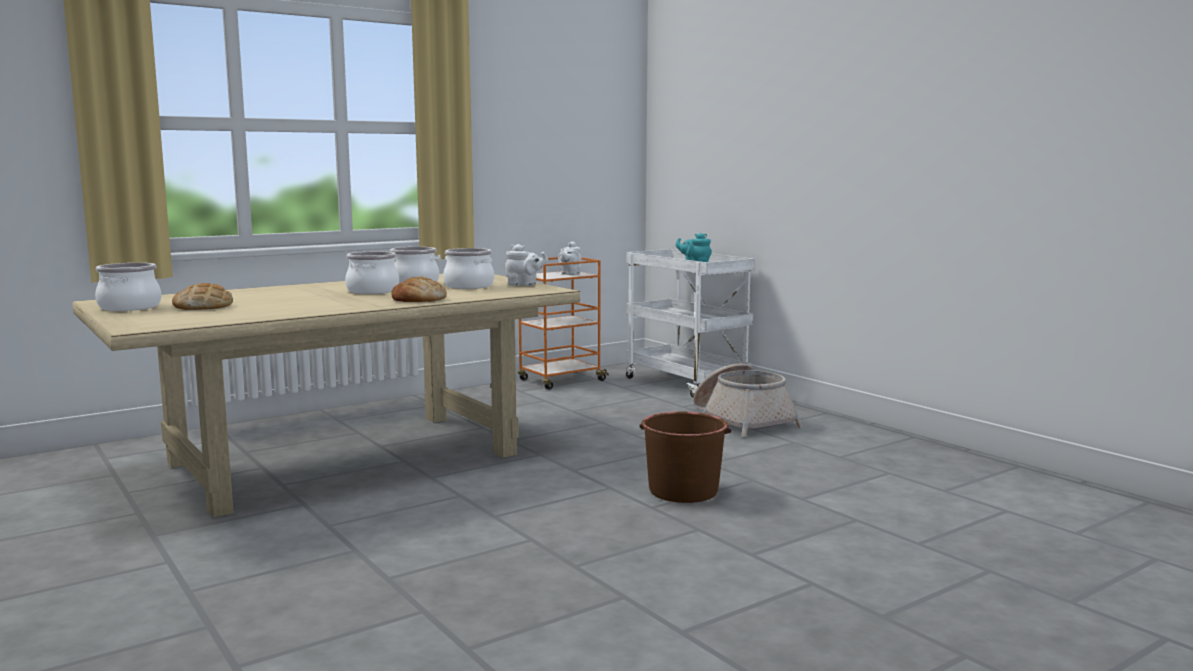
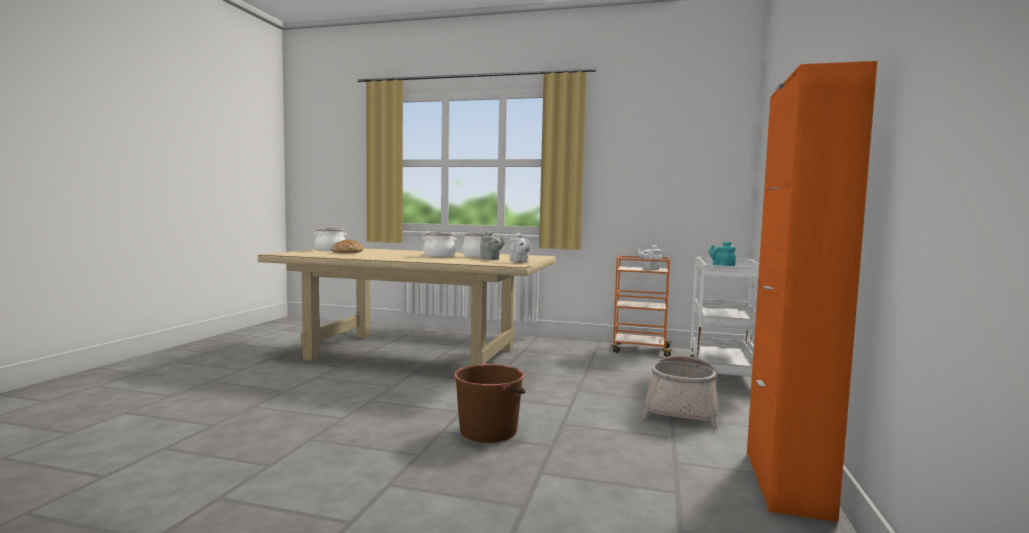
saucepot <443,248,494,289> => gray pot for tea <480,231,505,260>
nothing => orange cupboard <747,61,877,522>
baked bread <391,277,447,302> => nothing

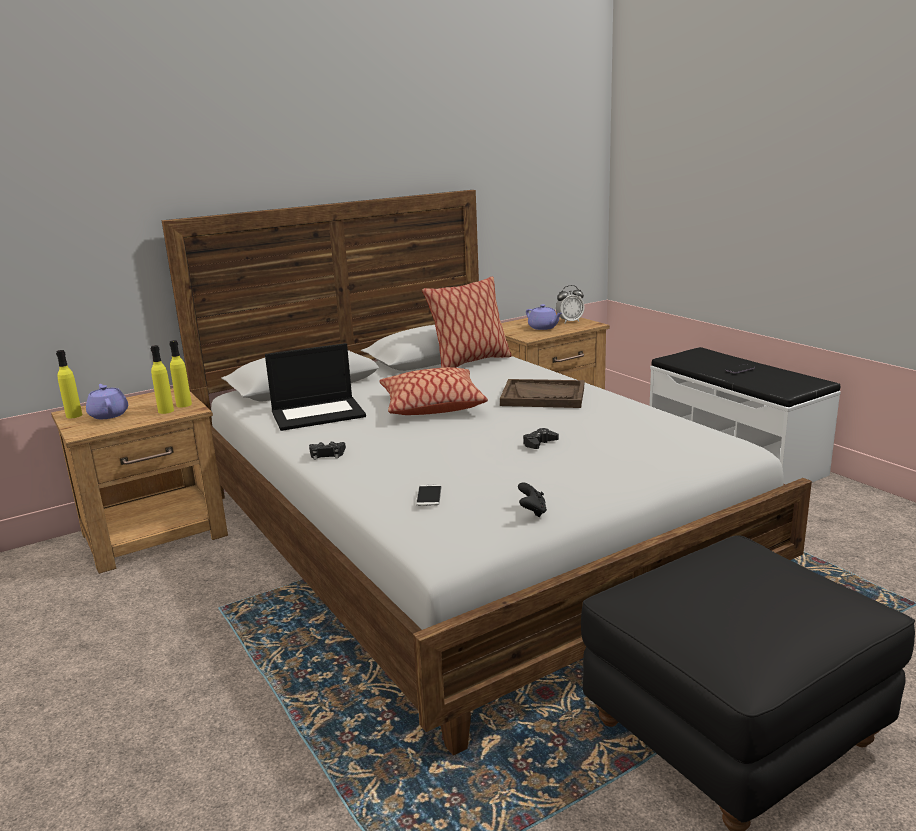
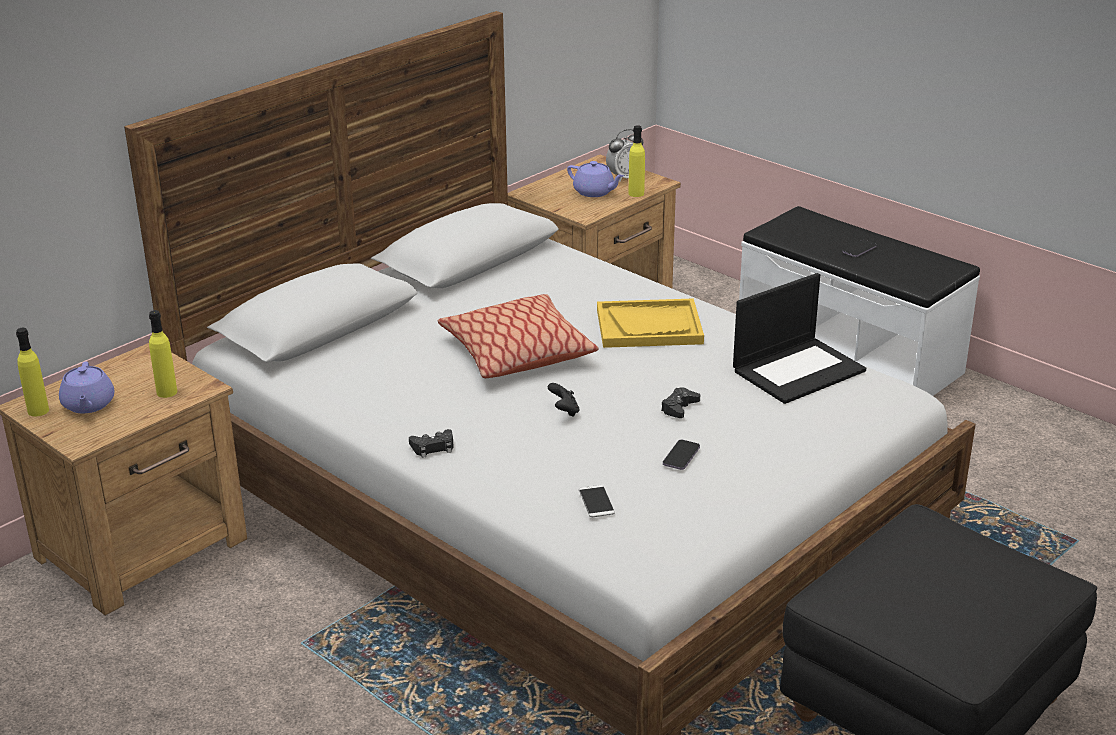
purple pot for tea <86,384,128,419> => purple pot for tea <59,362,114,413>, 150 degrees counterclockwise
black game controller <518,482,547,517> => black game controller <548,383,580,417>, relocated
brown serving tray <500,379,584,408> => yellow serving tray <597,299,704,348>
yellow bottle <169,340,192,408> => yellow bottle <628,125,645,197>, relocated
nothing => telephone <663,440,700,470>
portable computer <265,343,366,431> => portable computer <733,273,866,404>, relocated
cushion <422,277,512,368> => nothing

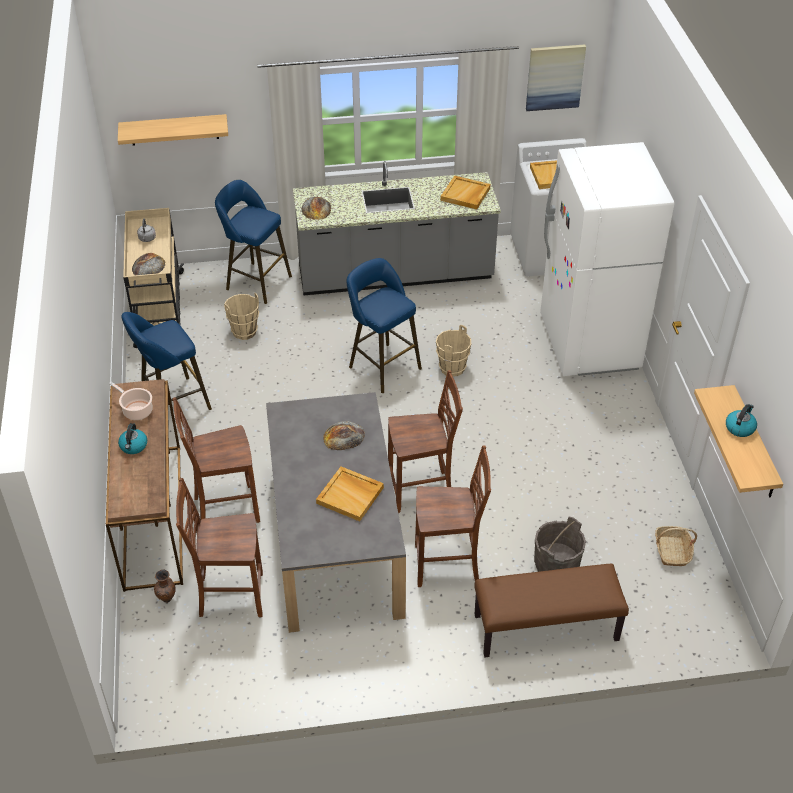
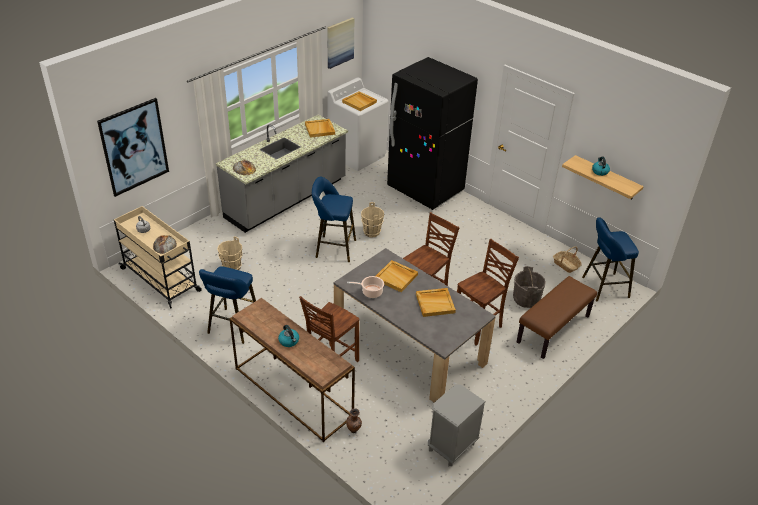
bracket shelf <118,114,228,146> => wall picture <97,98,169,197>
saucepot <109,382,153,420> => saucepot <347,276,384,298>, relocated
baked bread <323,421,365,450> => beige-coloured serving tray <376,260,418,292>
white refrigerator <540,142,674,376> => black refrigerator <387,57,478,210>
nothing => gray bedside table <428,385,486,466>
blue-coloured sitting stool <215,180,292,304> => blue-coloured sitting stool <582,217,639,302>, relocated
brown plain chair <176,478,263,617> => nothing

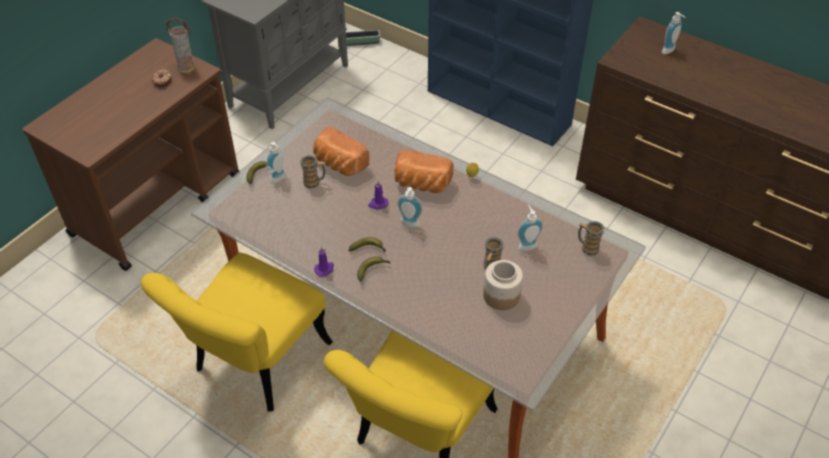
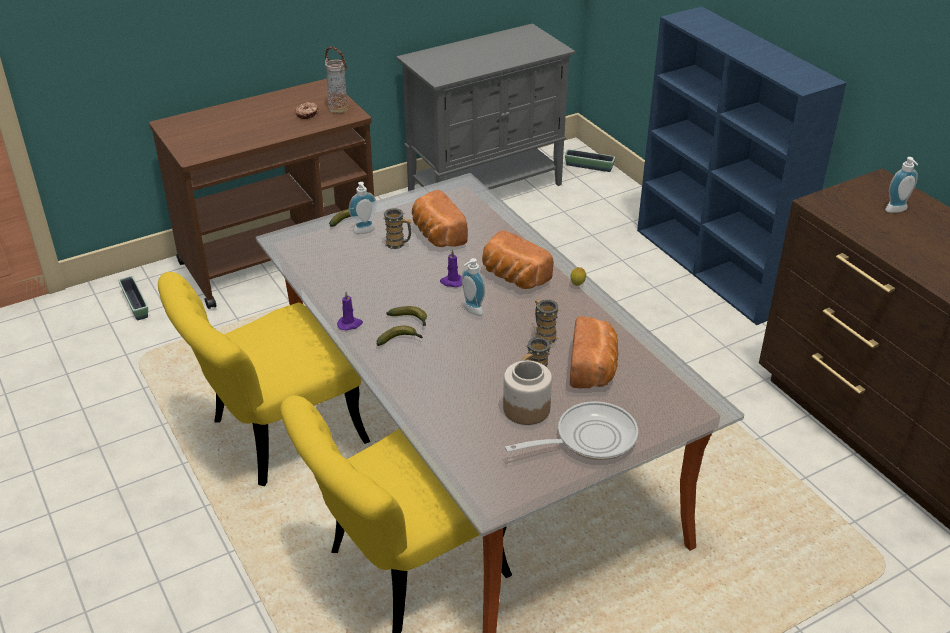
nothing => plant pot <118,276,148,320>
nothing => skillet <505,401,638,461>
mug <578,221,604,256> => mug <534,300,560,344>, relocated
soap dispenser <517,205,543,251> => baked bread <570,316,619,388>

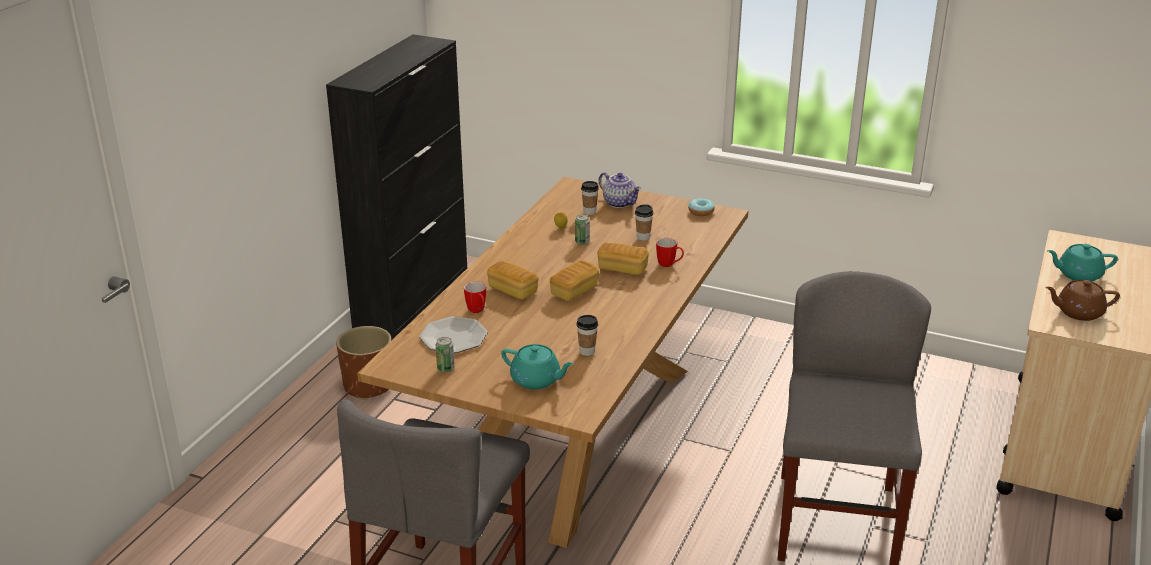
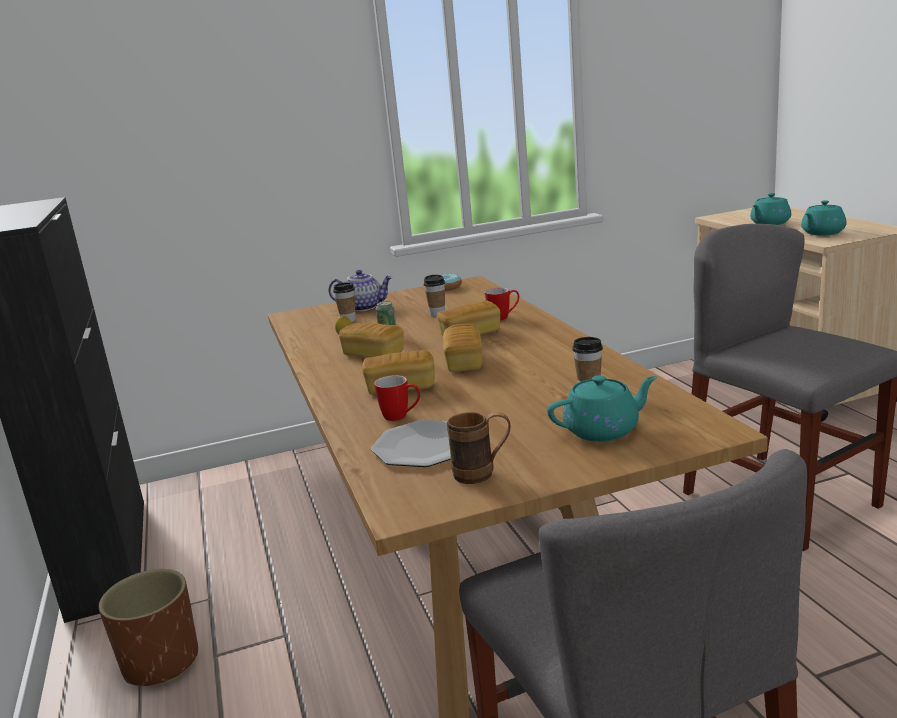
nothing => baked bread <339,323,404,357>
metal can <436,337,455,372> => brown mug <447,412,510,484>
brown pot for tea <1045,280,1120,321> => blue-green pot for tea <801,200,847,235>

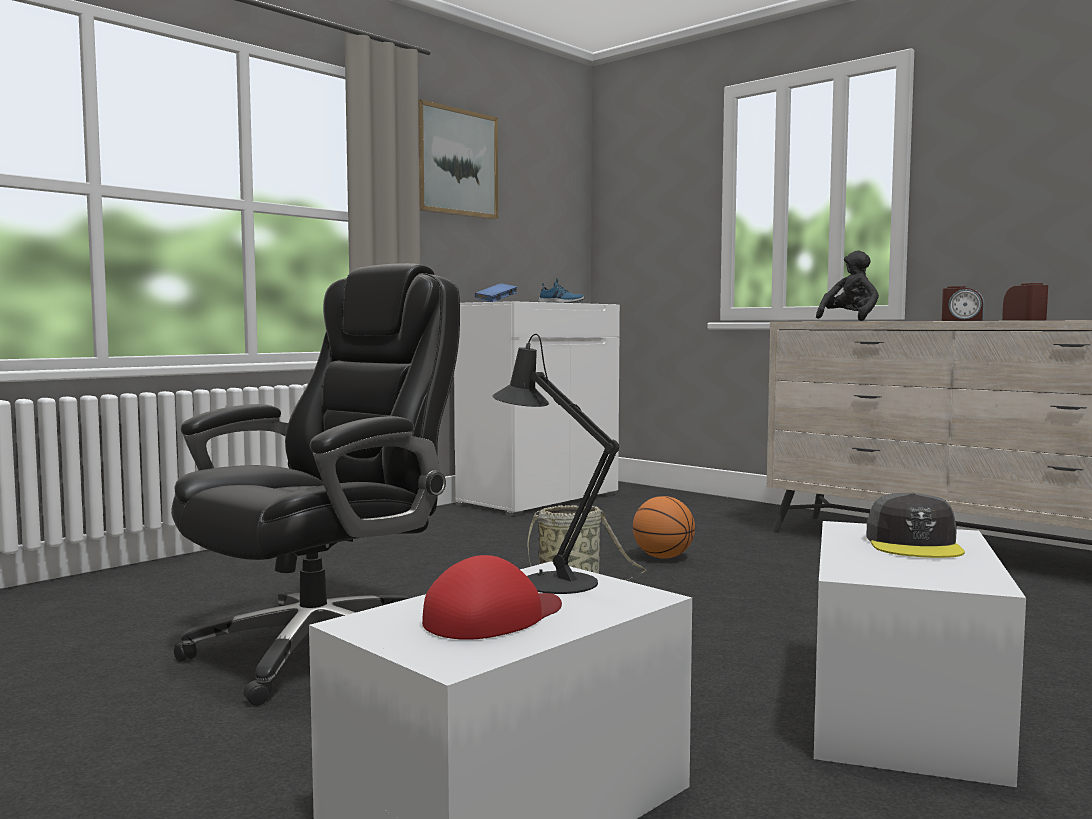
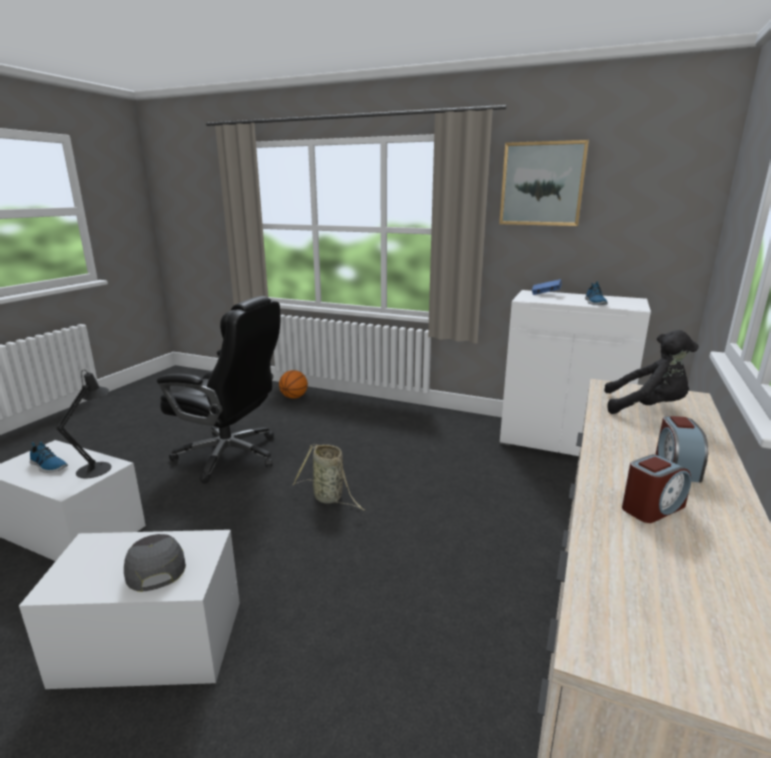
reddish cap <422,555,562,640> => shoe <30,441,68,473>
gray cap <866,492,965,558> => gray cap <124,534,186,592>, 75 degrees clockwise
ball for basketball <633,496,695,559> => ball for basketball <279,370,308,399>, relocated

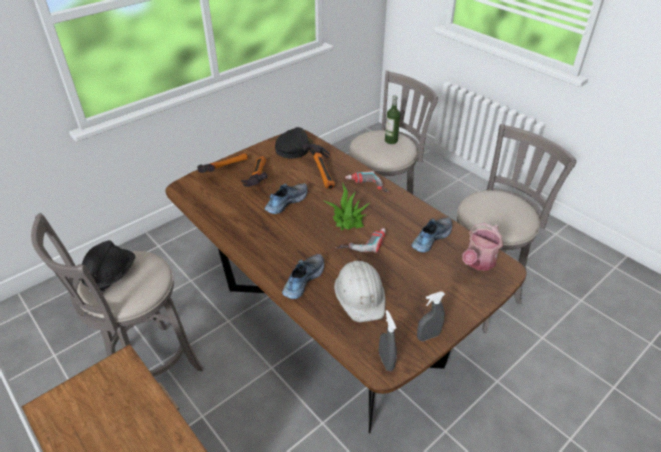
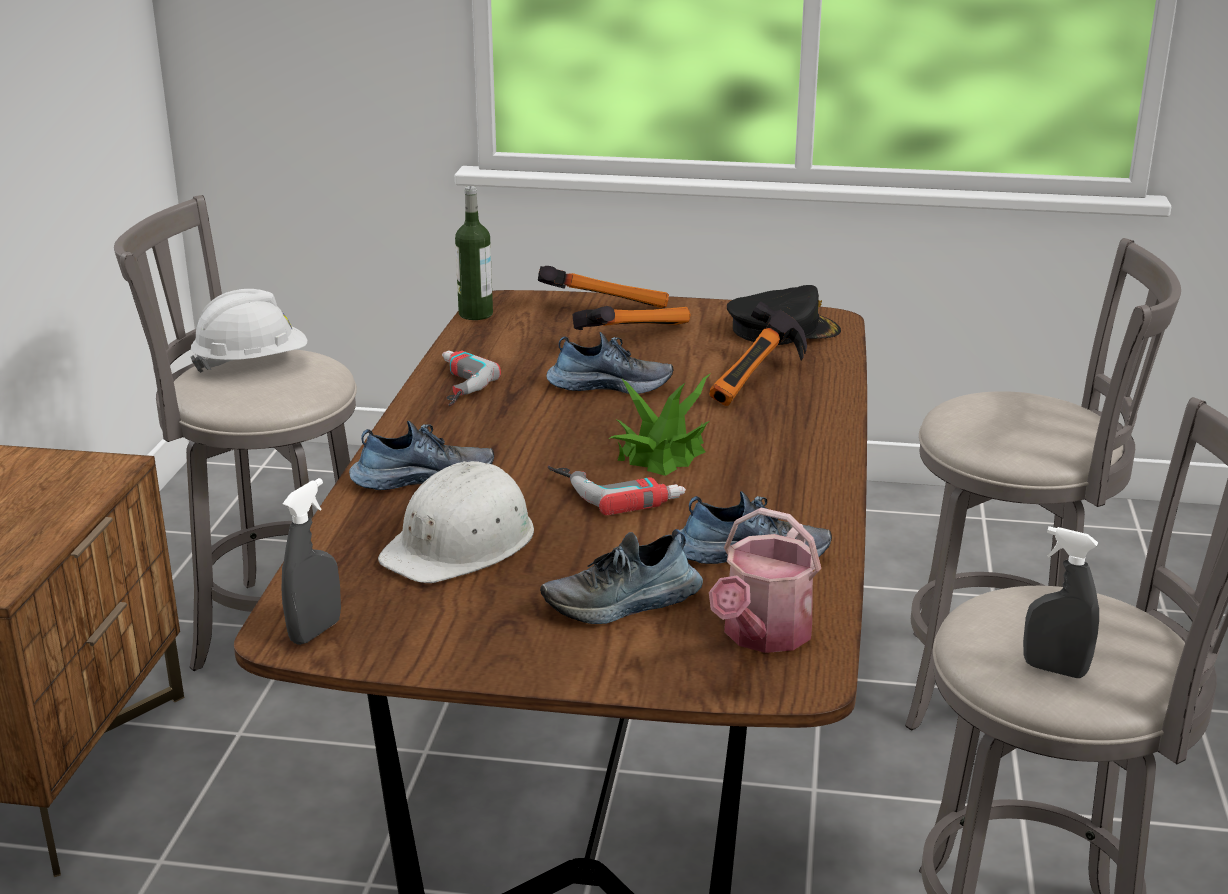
black hard hat <81,240,135,293> => white hard hat <190,289,307,373>
electric drill <345,171,390,194> => electric drill <442,350,501,406>, relocated
bottle <385,95,400,144> => bottle <455,186,493,320>, relocated
nothing => shoe <540,529,703,624>
watering can <462,223,503,270> => watering can <709,508,821,653>, 60 degrees counterclockwise
gray hand sprayer <417,291,445,341> => gray hand sprayer <1023,526,1099,678>, relocated

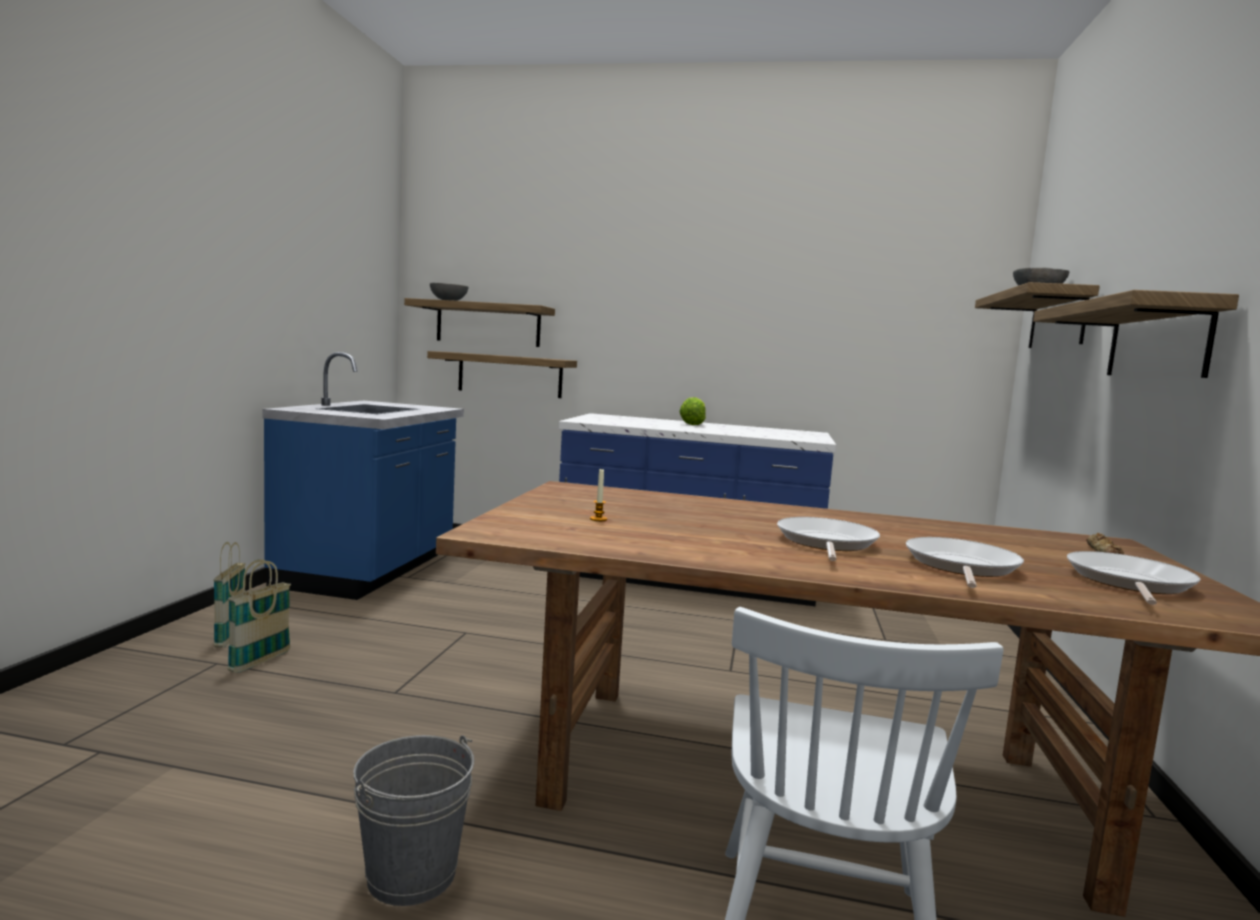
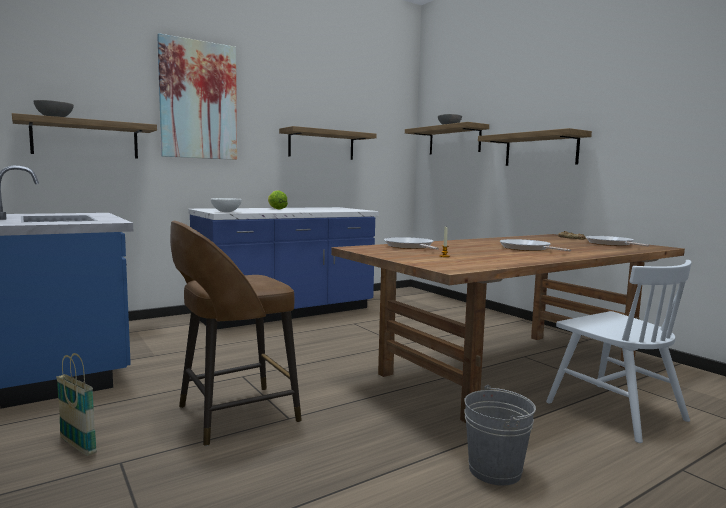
nothing => wall picture <157,33,237,160>
nothing => brown sitting stool <170,221,302,446>
nothing => white serving bowl <211,198,242,212>
bracket shelf <427,351,577,398> => bracket shelf <279,126,377,160>, relocated
skillet <906,537,1024,588> => skillet <384,237,439,250>, relocated
storage basket <227,559,291,673> => nothing

